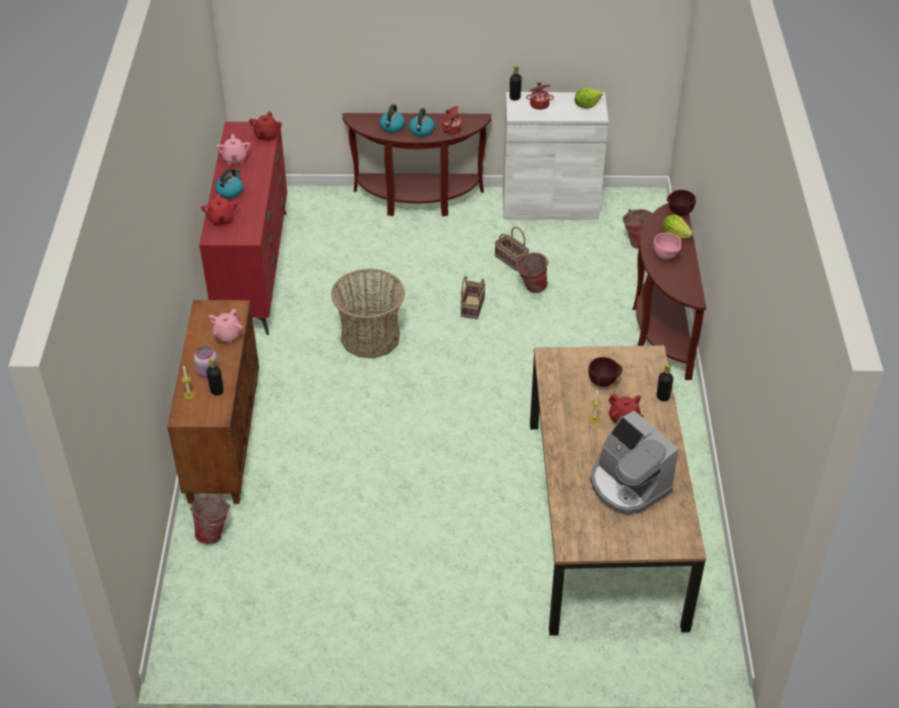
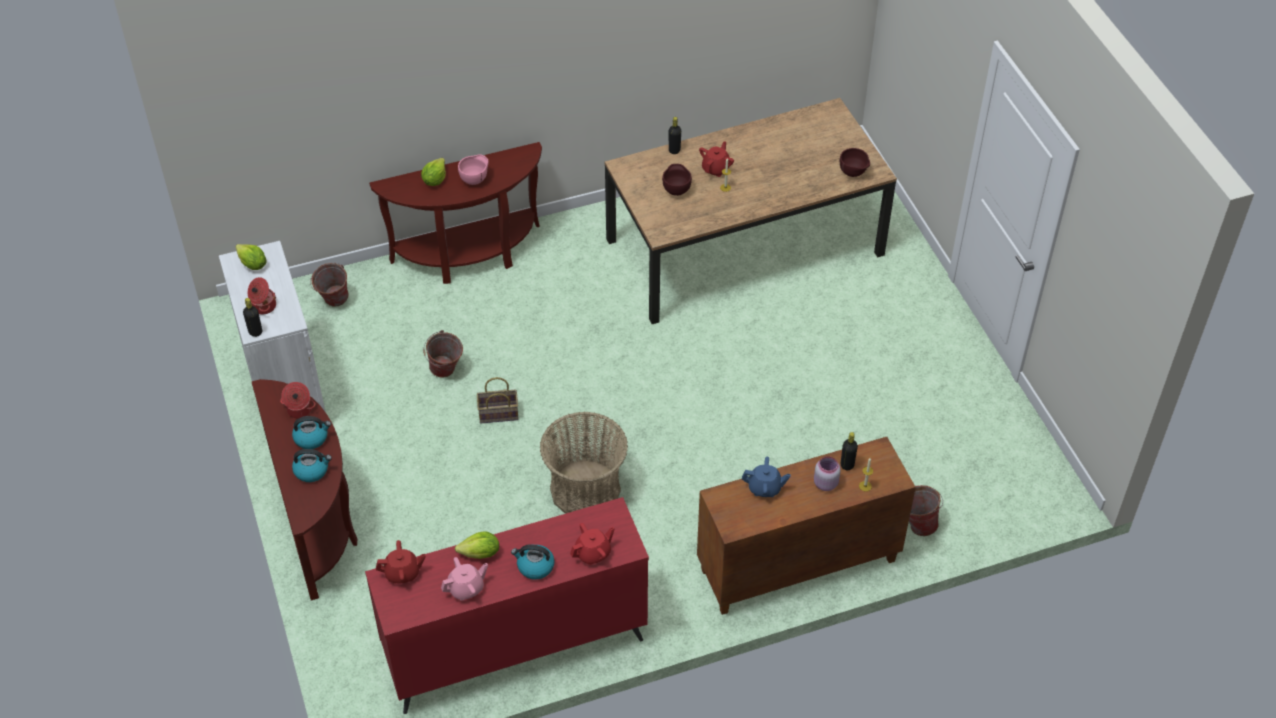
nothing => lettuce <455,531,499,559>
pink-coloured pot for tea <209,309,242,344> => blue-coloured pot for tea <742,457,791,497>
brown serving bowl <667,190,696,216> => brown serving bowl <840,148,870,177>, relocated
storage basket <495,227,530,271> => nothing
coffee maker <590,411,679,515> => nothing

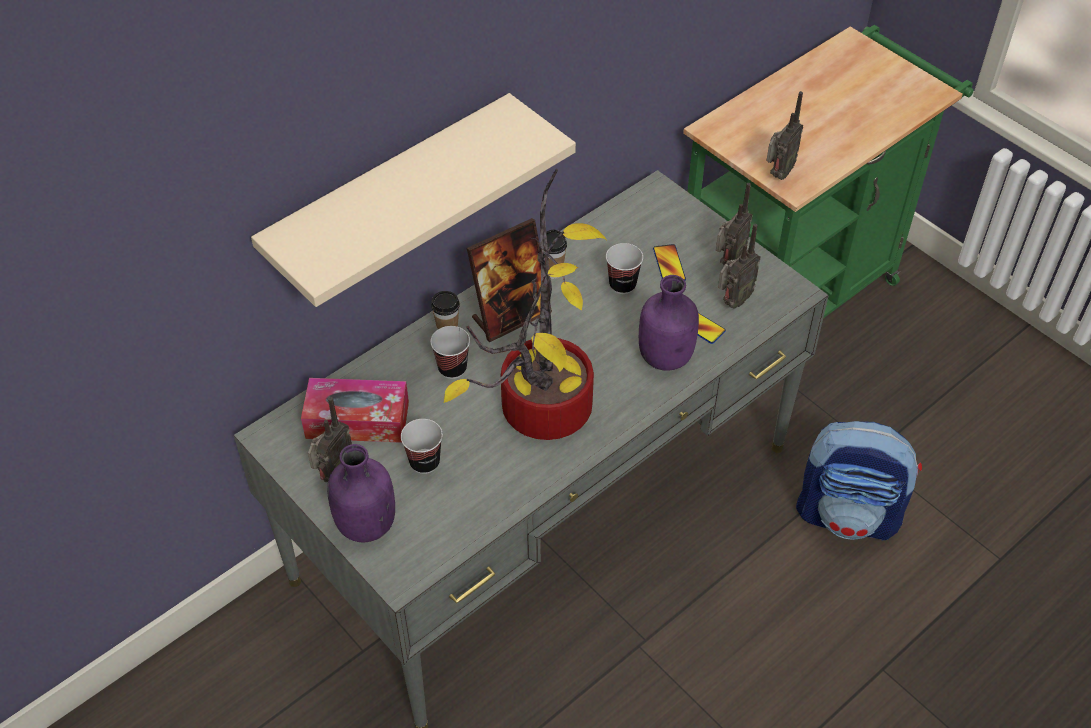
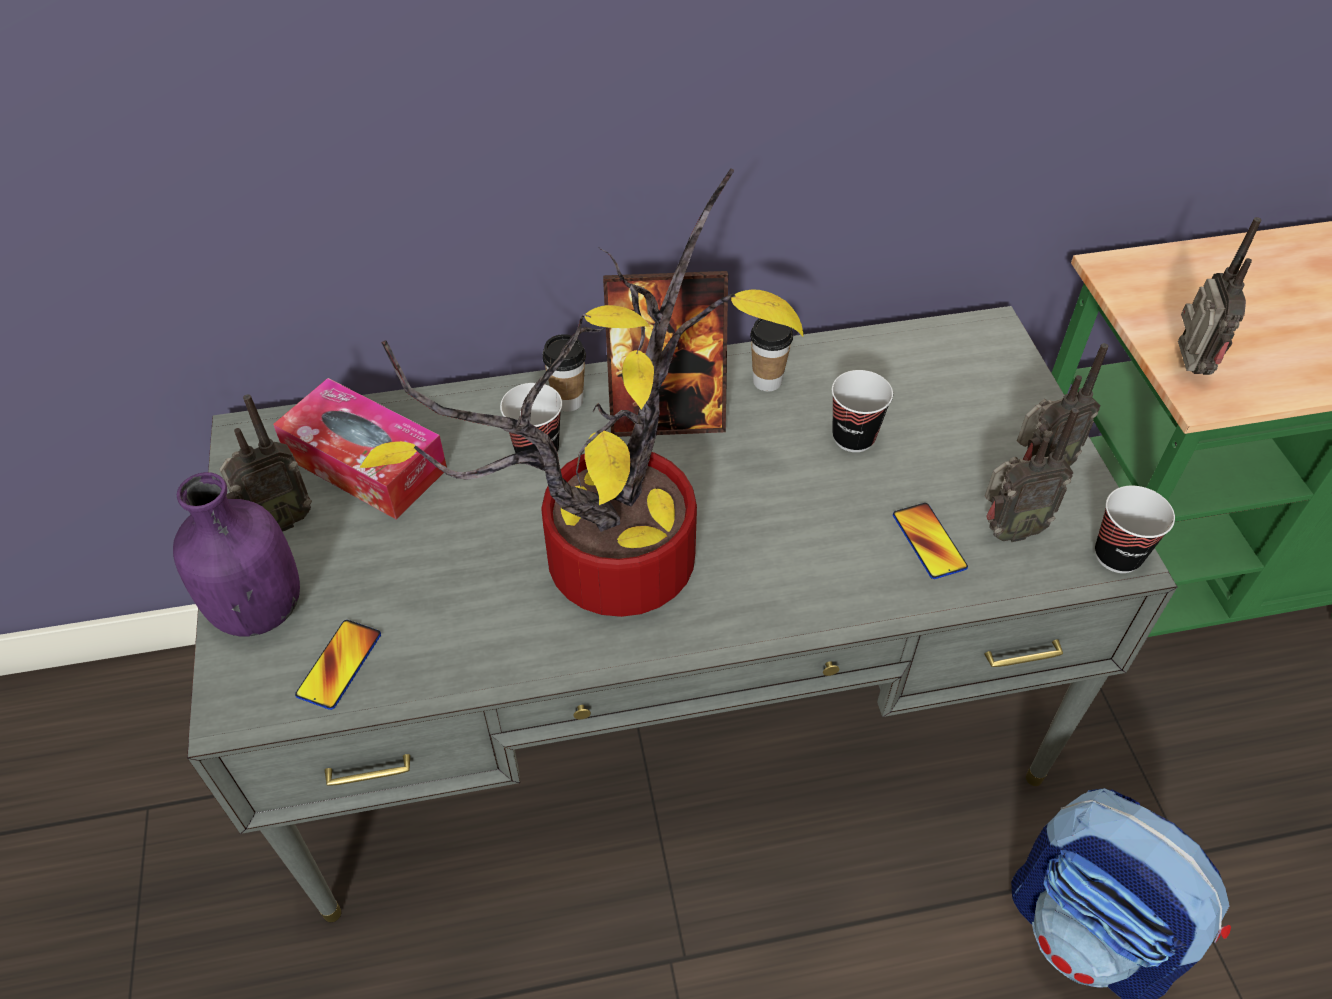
telephone <653,244,686,280> => telephone <295,620,381,710>, relocated
small cup <401,419,443,474> => small cup <1095,486,1175,573>, relocated
radio set <766,91,804,180> => radio set <1178,217,1261,375>, 60 degrees counterclockwise
beige-coloured bracket shelf <251,93,576,307> => nothing
purple bottle <639,275,699,371> => nothing

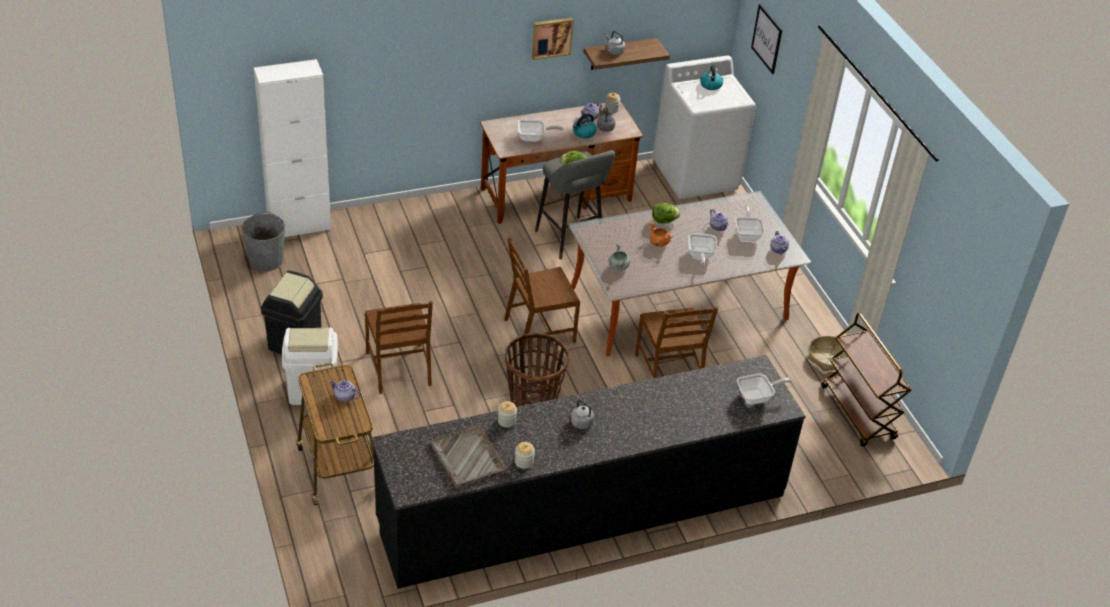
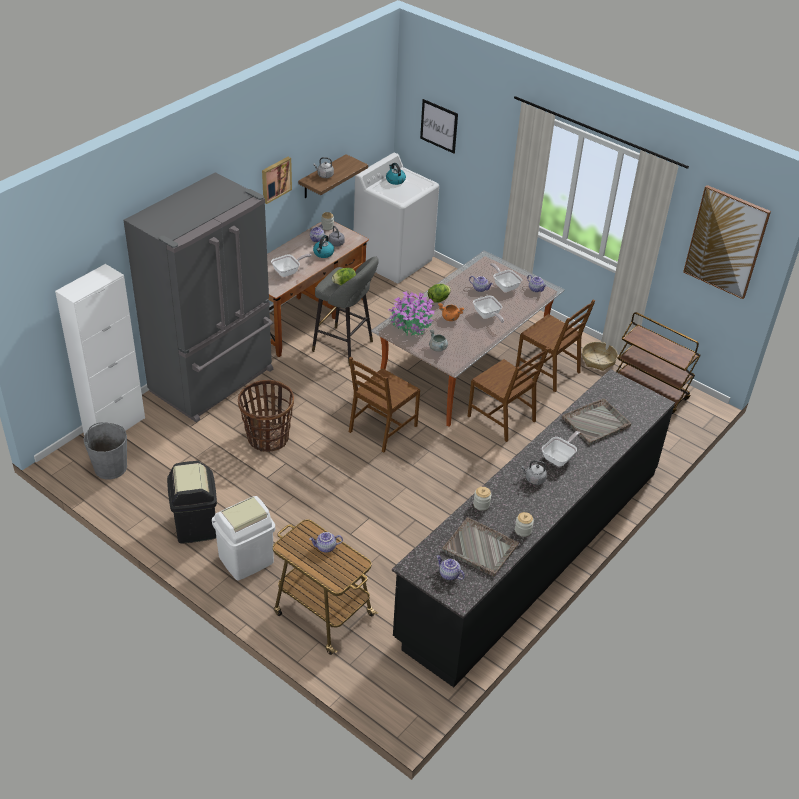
nothing => gray refrigerator <124,172,273,422>
storage basket <505,333,569,407> => storage basket <238,380,294,452>, relocated
nothing => potted plant <389,291,435,336>
nothing => pot for tea <437,555,465,580>
brown plain chair <365,301,433,394> => brown plain chair <516,299,595,392>, relocated
skillet <737,373,792,405> => skillet <542,431,580,466>, relocated
nothing => gray serving tray <562,398,631,445>
nothing => wall picture <683,185,771,299>

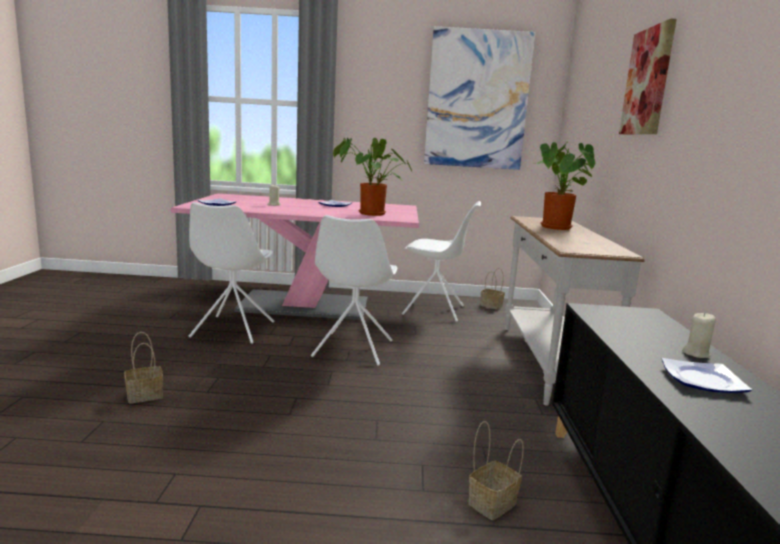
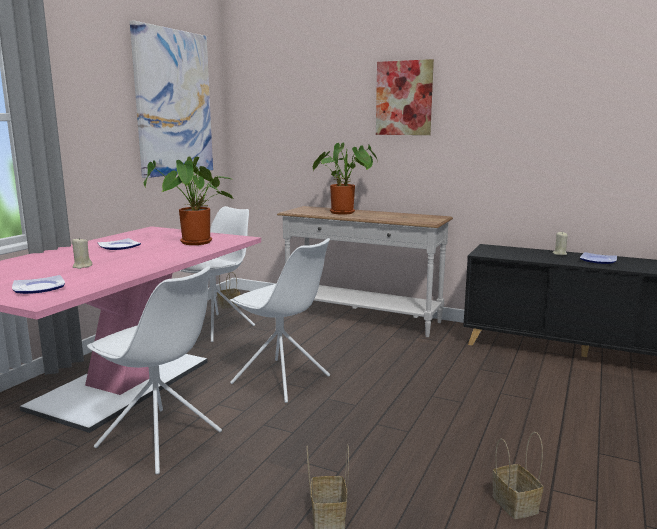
storage basket <468,421,524,520> => storage basket <492,432,543,519>, relocated

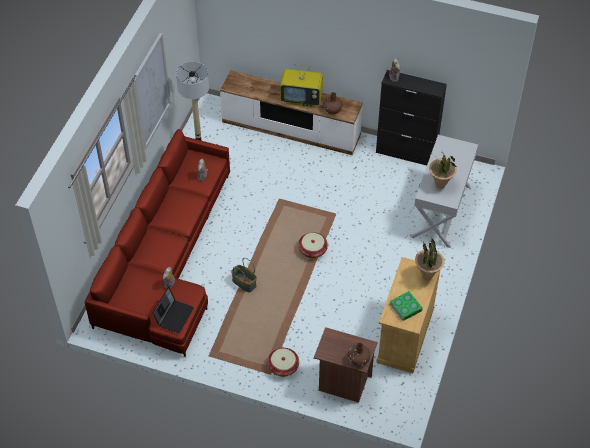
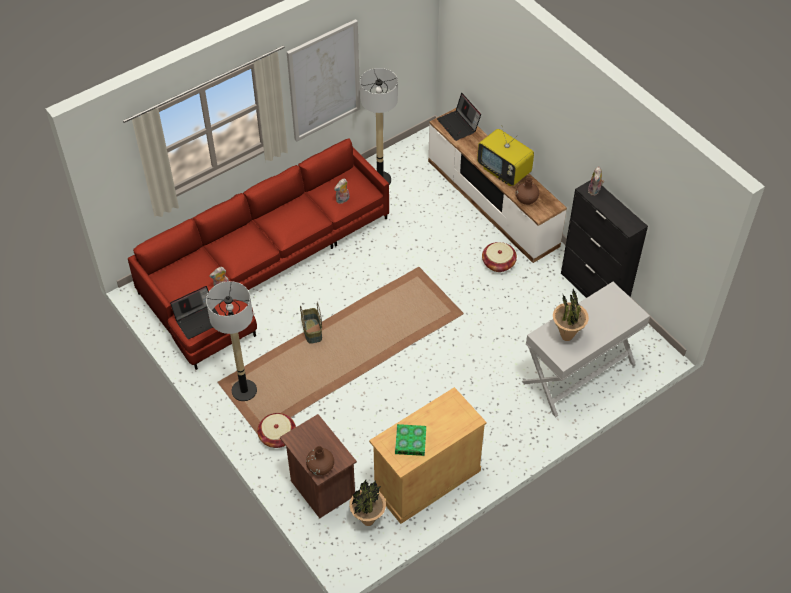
nothing => standing lamp <206,281,257,401>
potted plant <415,239,445,281> => potted plant <349,480,386,526>, relocated
nothing => portable computer <437,93,481,141>
storage basket <298,232,328,258> => storage basket <482,242,517,272>, relocated

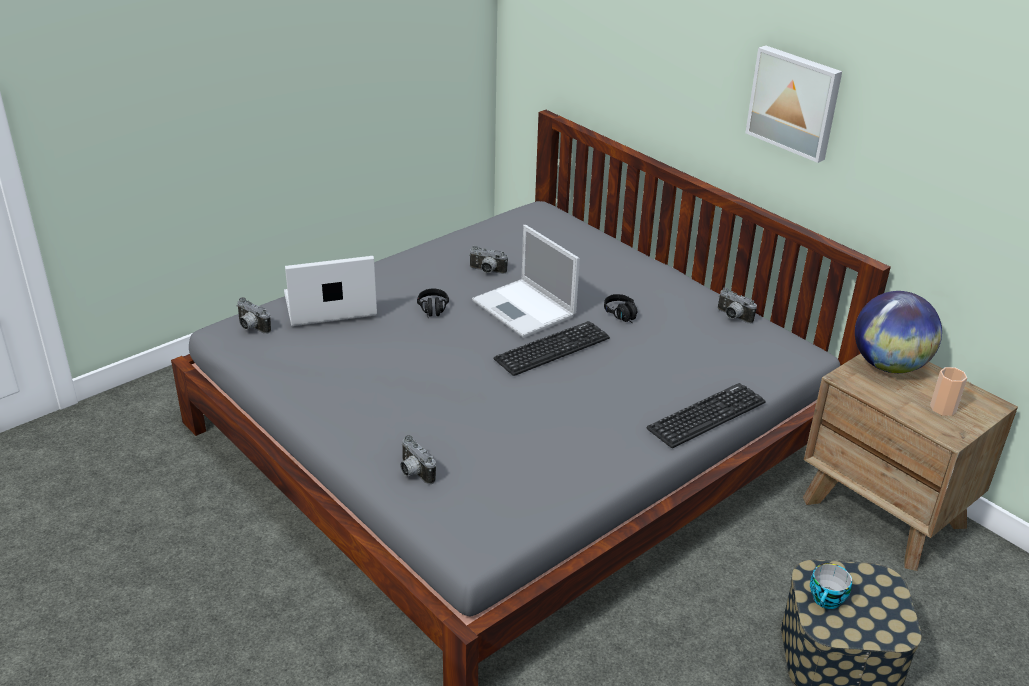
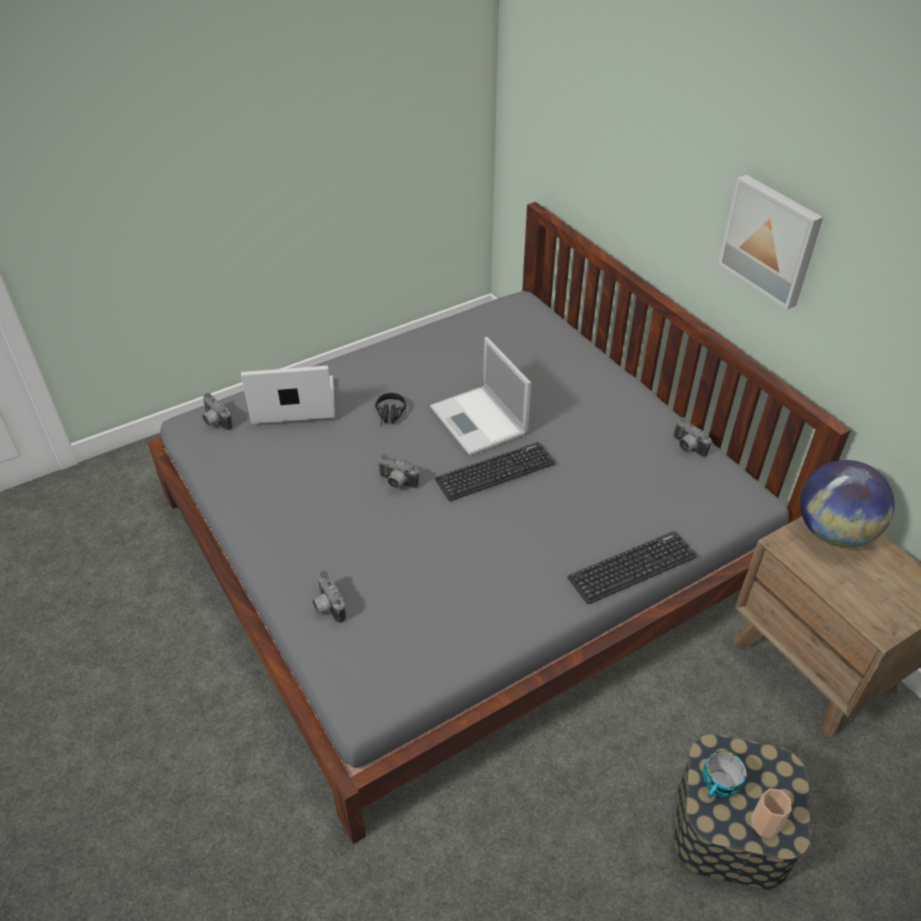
photo camera <470,246,508,274> => photo camera <378,454,419,488>, relocated
small cup <930,367,967,416> => small cup <751,788,792,838>, relocated
black headset <604,294,637,323> => nothing

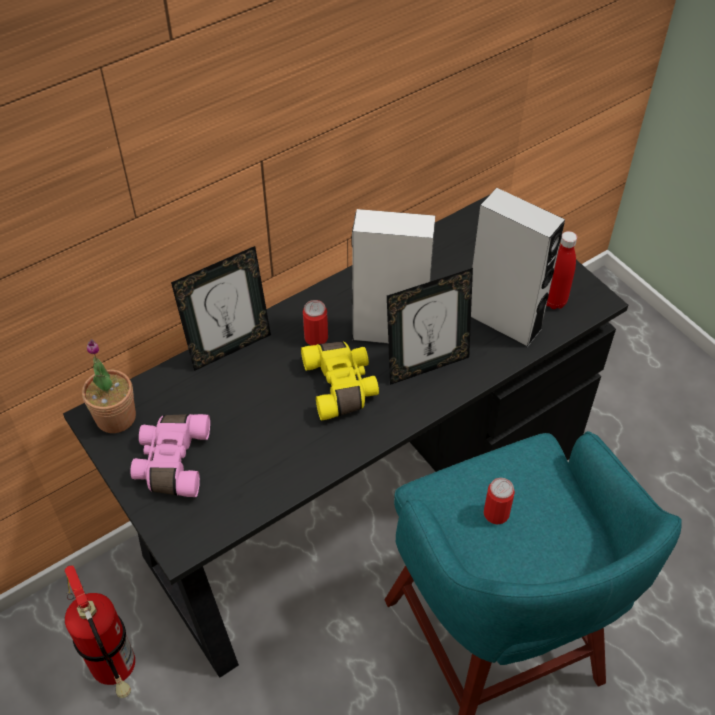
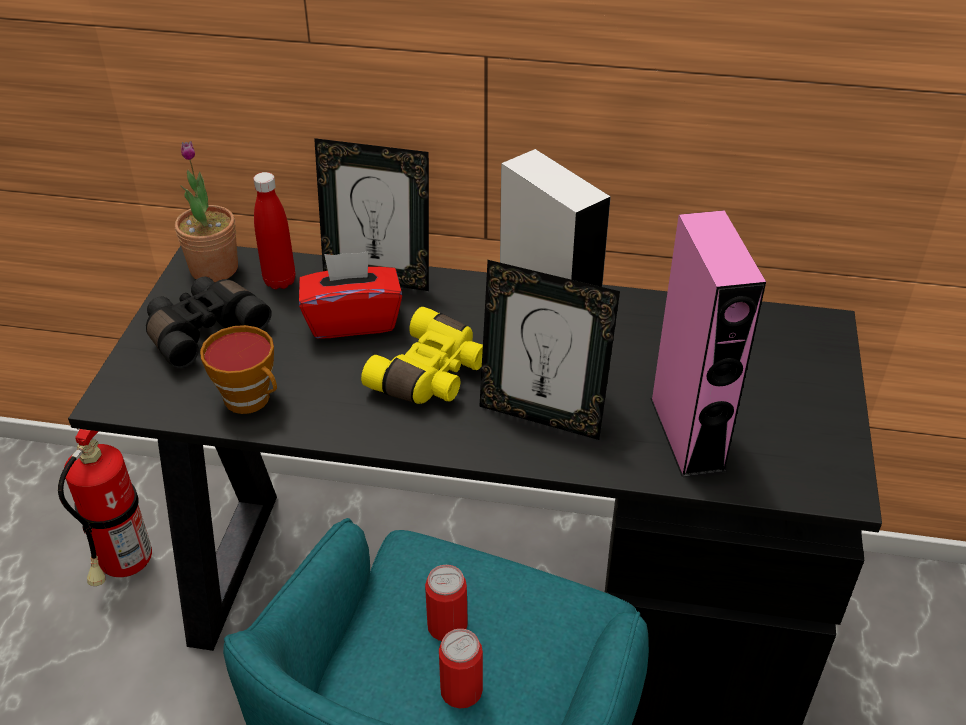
pink-coloured field glasses <130,414,210,497> => black field glasses <146,276,272,368>
nothing => small cup <200,325,277,414>
reddish bottle <546,231,577,309> => reddish bottle <253,172,295,289>, relocated
nothing => reddish tissue box <299,251,402,338>
metal can <303,300,328,346> => metal can <439,629,483,708>, relocated
gray audio speaker <471,188,565,348> => pink-coloured audio speaker <650,210,766,478>

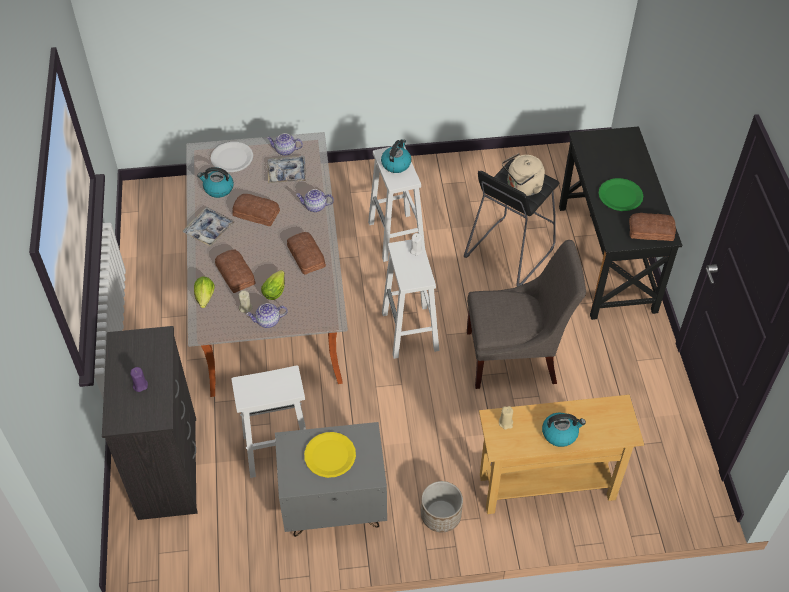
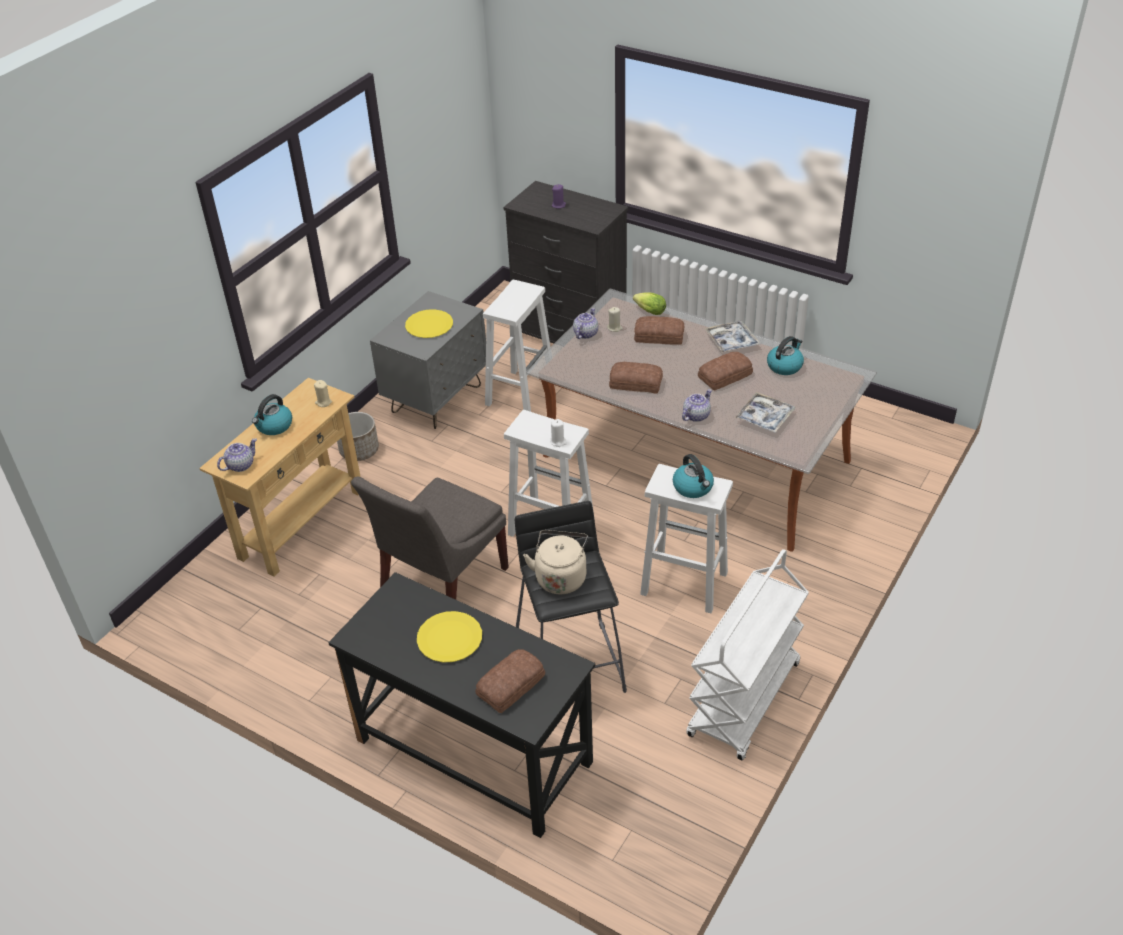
pot for tea <267,133,303,156> => pot for tea <217,438,257,472>, relocated
green-coloured plate <598,178,643,211> => yellow plate <417,611,482,663>
baked bread <629,213,676,241> => baked bread <475,649,545,713>, relocated
nothing => white wheeled cart <686,549,809,760>
white plate <210,142,253,172> => nothing
lettuce <261,270,285,300> => nothing

